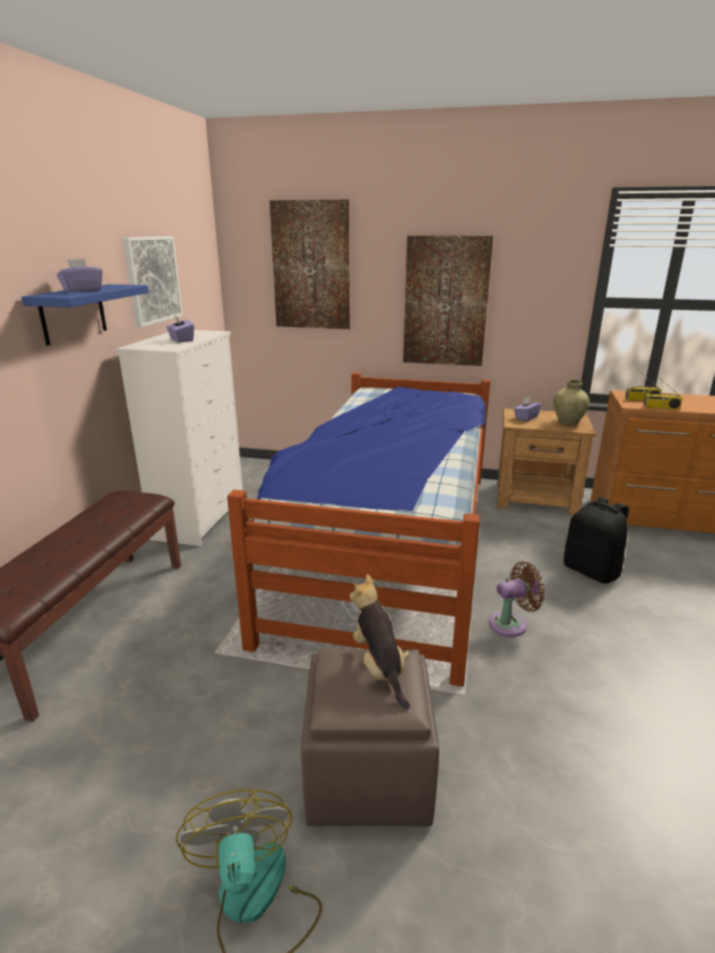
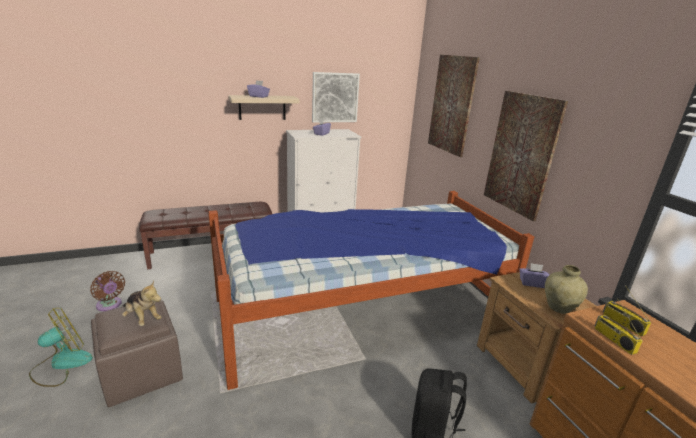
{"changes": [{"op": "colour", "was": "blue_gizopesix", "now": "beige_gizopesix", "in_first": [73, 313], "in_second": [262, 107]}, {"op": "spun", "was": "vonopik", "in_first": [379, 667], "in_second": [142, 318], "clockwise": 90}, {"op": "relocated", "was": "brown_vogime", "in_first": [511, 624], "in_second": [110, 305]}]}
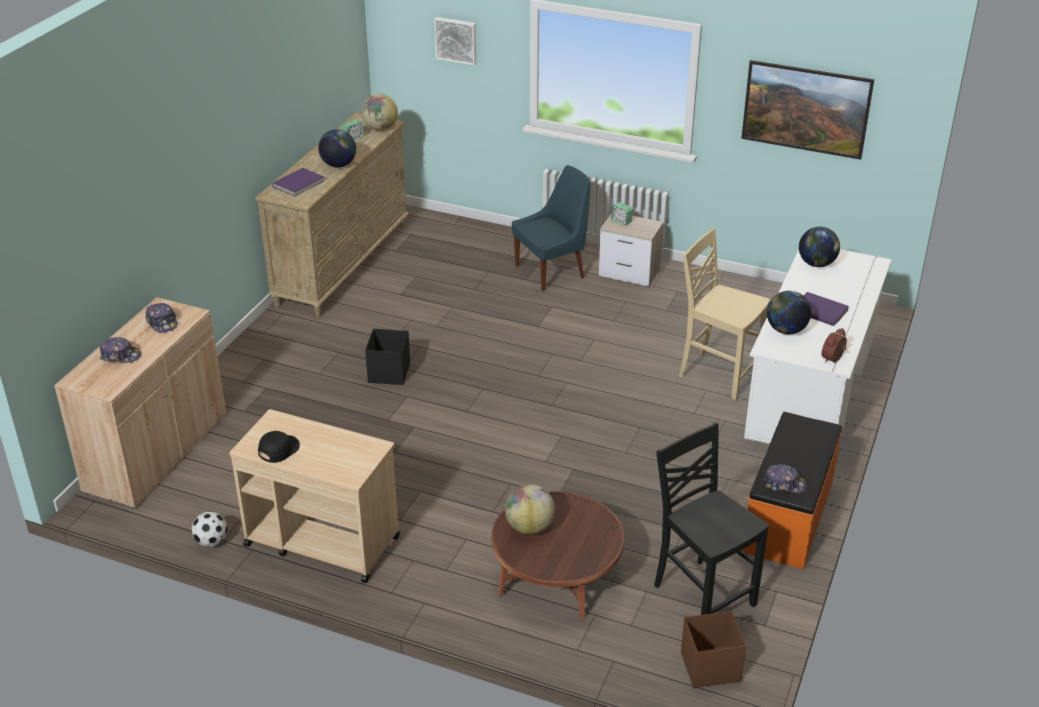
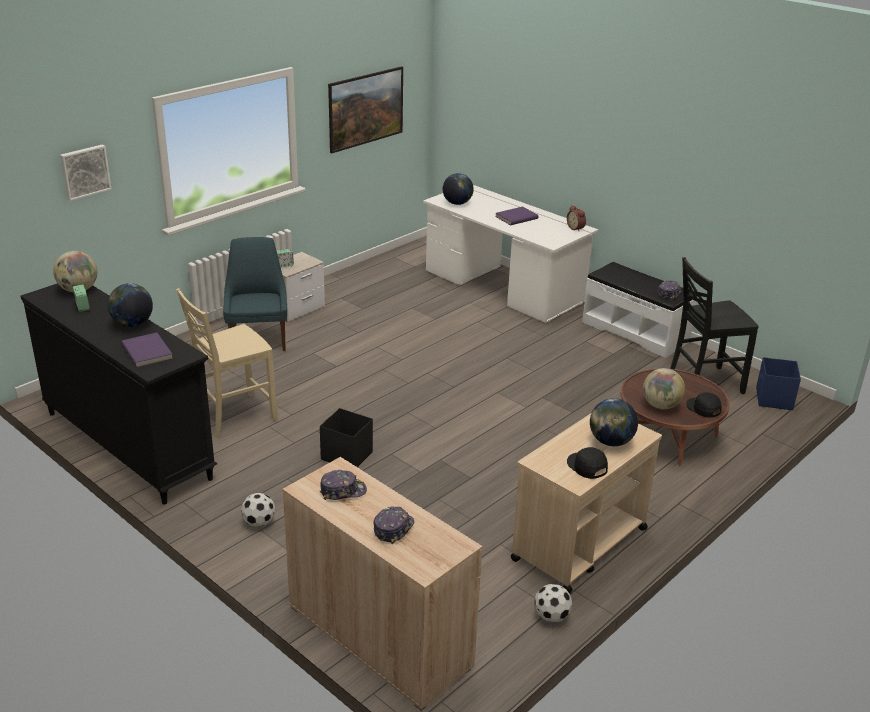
{"changes": [{"op": "colour", "was": "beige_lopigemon", "now": "black_lopigemon", "in_first": [343, 265], "in_second": [127, 444]}, {"op": "relocated", "was": "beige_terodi", "in_first": [717, 374], "in_second": [233, 416]}, {"op": "colour", "was": "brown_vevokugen", "now": "blue_vevokugen", "in_first": [709, 667], "in_second": [773, 399]}, {"op": "colour", "was": "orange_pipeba", "now": "white_pipeba", "in_first": [789, 516], "in_second": [635, 332]}, {"op": "relocated", "was": "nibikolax", "in_first": [786, 330], "in_second": [610, 442]}, {"op": "appeared", "now": "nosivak", "in_second": [258, 522]}, {"op": "appeared", "now": "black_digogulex", "in_second": [703, 408]}]}
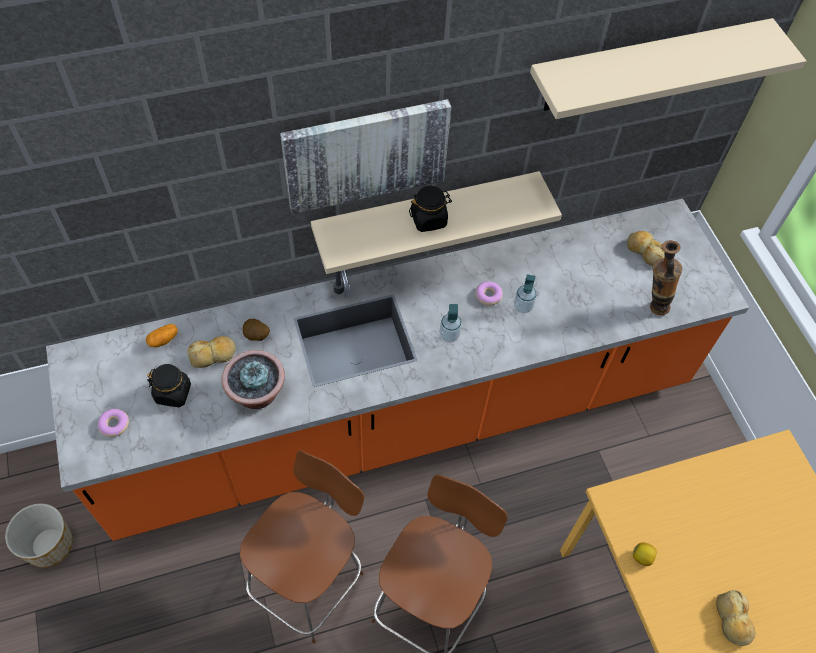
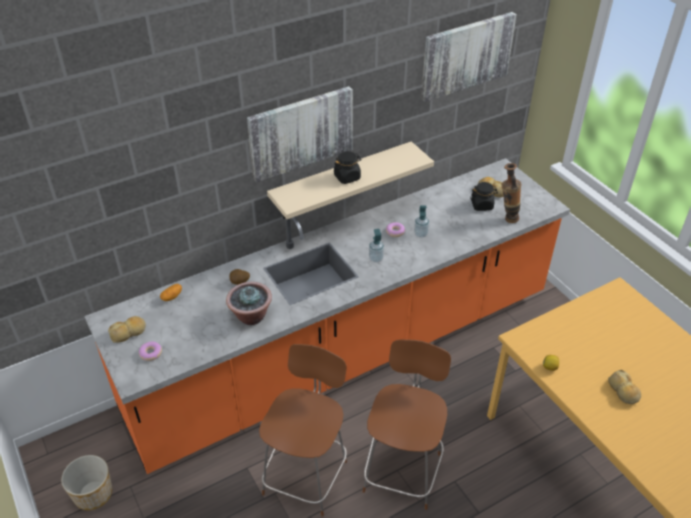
{"changes": [{"op": "relocated", "was": "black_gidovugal", "in_first": [173, 393], "in_second": [482, 205]}, {"op": "relocated", "was": "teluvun", "in_first": [213, 355], "in_second": [128, 333]}, {"op": "exchanged", "was": "beige_gizopesix", "now": "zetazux", "in_first": [646, 65], "in_second": [466, 55]}]}
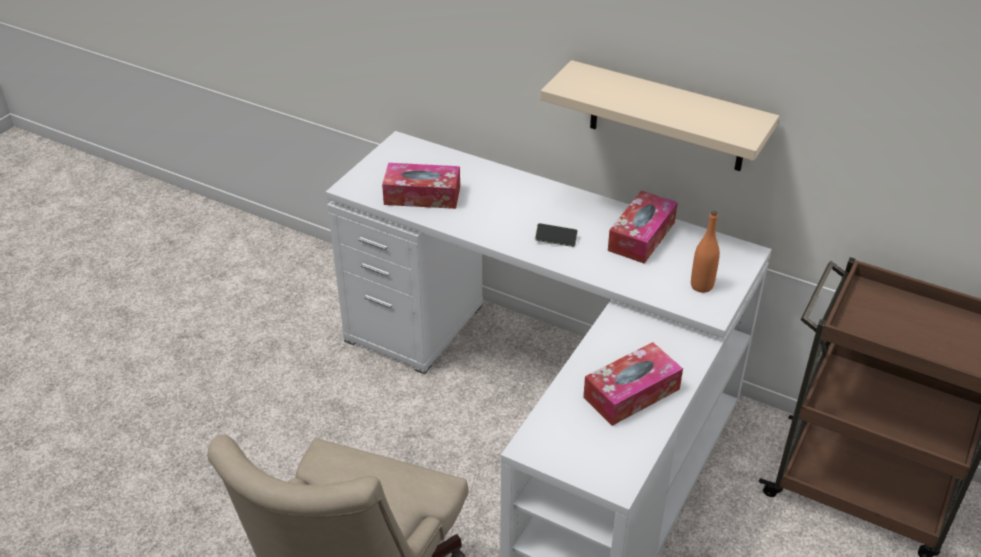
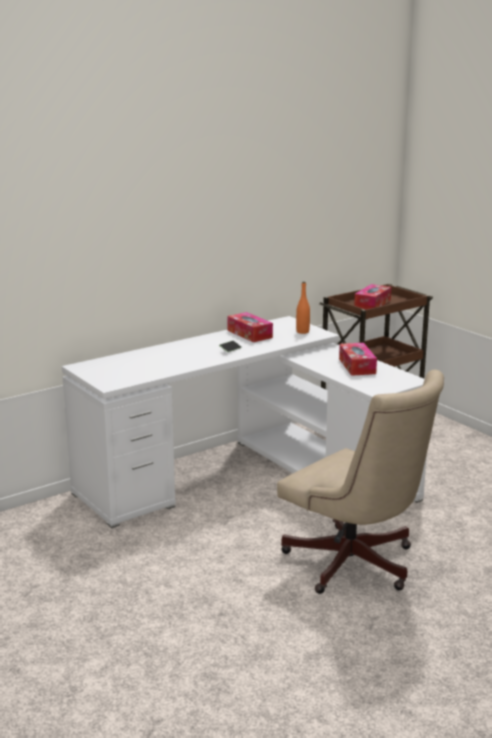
{"changes": [{"op": "relocated", "was": "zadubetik", "in_first": [422, 195], "in_second": [372, 304]}, {"op": "missing", "was": "beige_gizopesix", "in_first": [667, 117]}]}
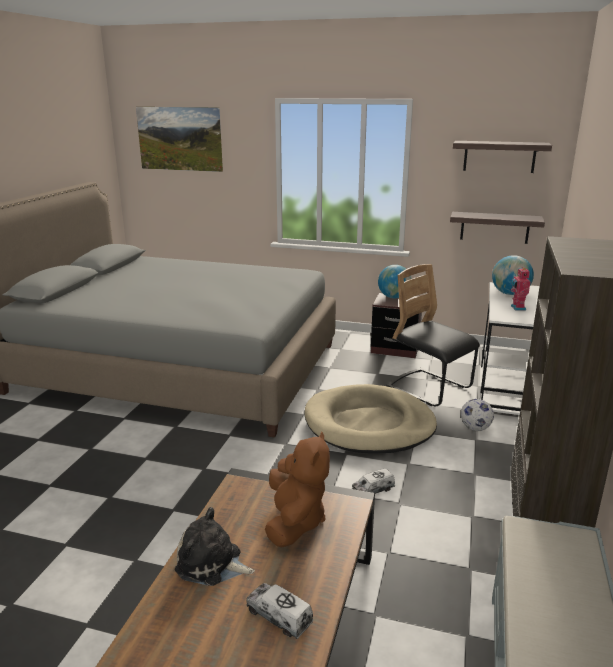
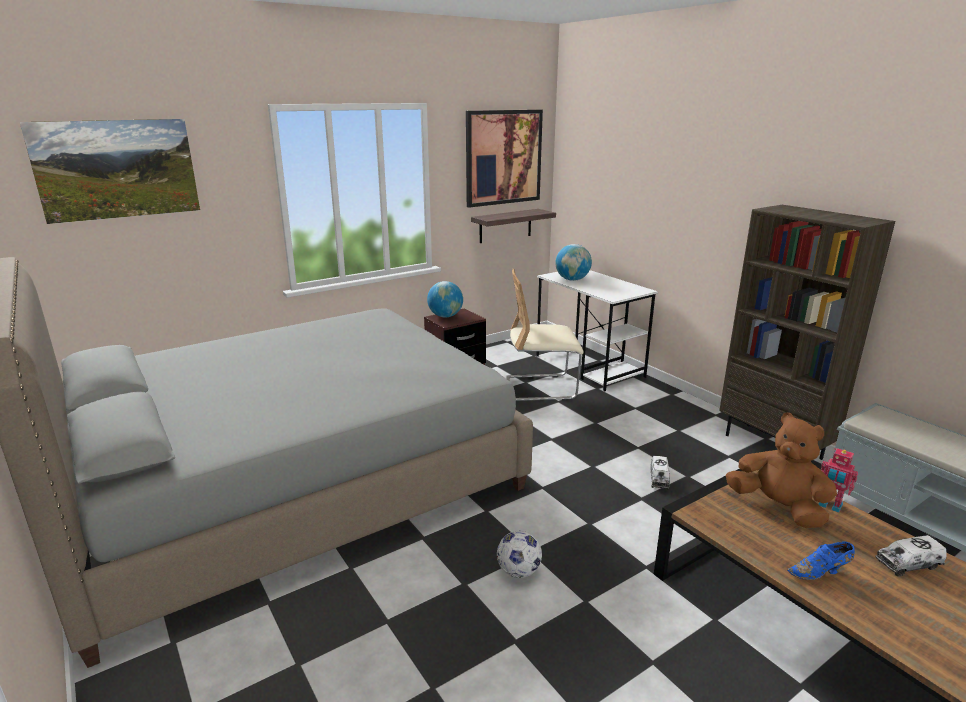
{"changes": [{"op": "exchanged", "was": "vonopik", "now": "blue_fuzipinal", "in_first": [212, 564], "in_second": [820, 572]}, {"op": "missing", "was": "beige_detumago", "in_first": [369, 424]}, {"op": "colour", "was": "black_terodi", "now": "beige_terodi", "in_first": [429, 388], "in_second": [540, 388]}, {"op": "exchanged", "was": "gizopesix", "now": "zetazux", "in_first": [499, 156], "in_second": [503, 157]}, {"op": "relocated", "was": "nosivak", "in_first": [475, 428], "in_second": [518, 571]}, {"op": "relocated", "was": "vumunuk", "in_first": [517, 308], "in_second": [830, 505]}]}
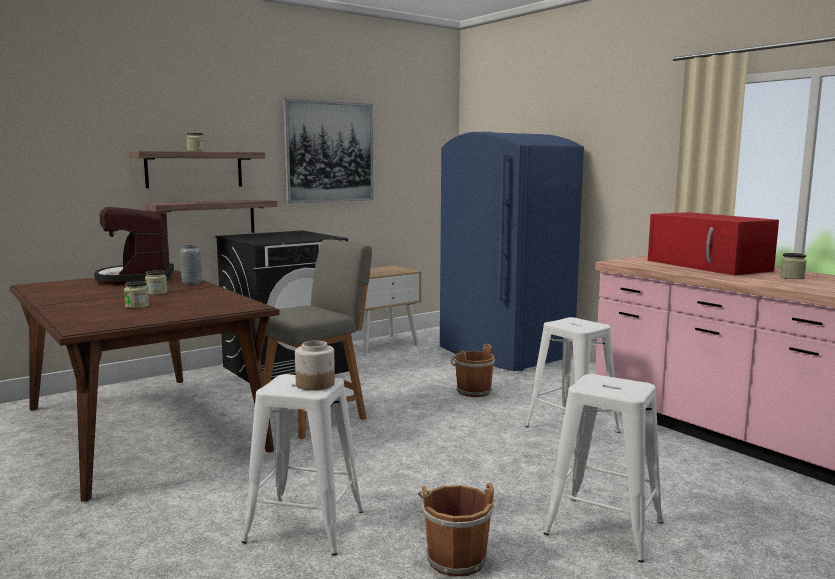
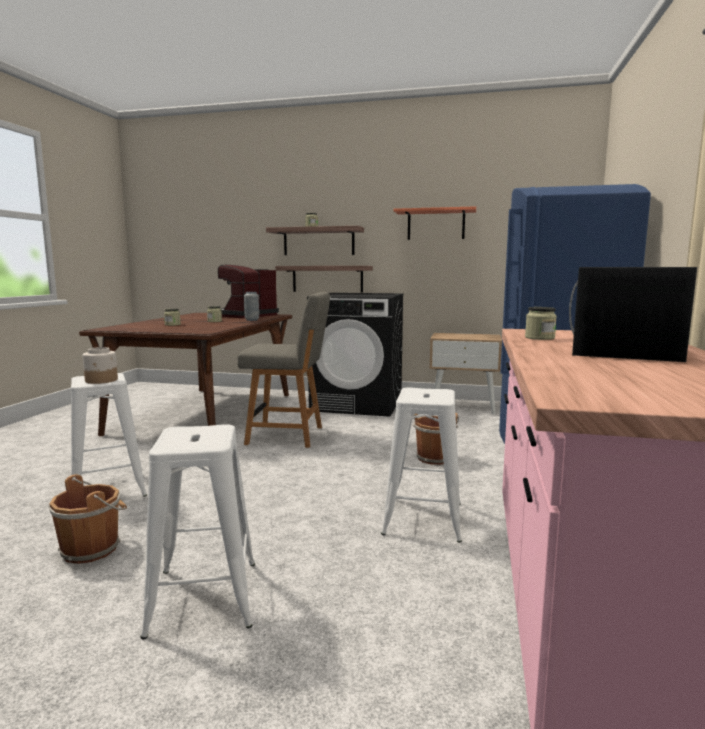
{"changes": [{"op": "exchanged", "was": "zetazux", "now": "gizopesix", "in_first": [329, 152], "in_second": [436, 225]}, {"op": "colour", "was": "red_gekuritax", "now": "black_gekuritax", "in_first": [709, 266], "in_second": [621, 345]}, {"op": "relocated", "was": "gidovugal", "in_first": [792, 277], "in_second": [539, 338]}]}
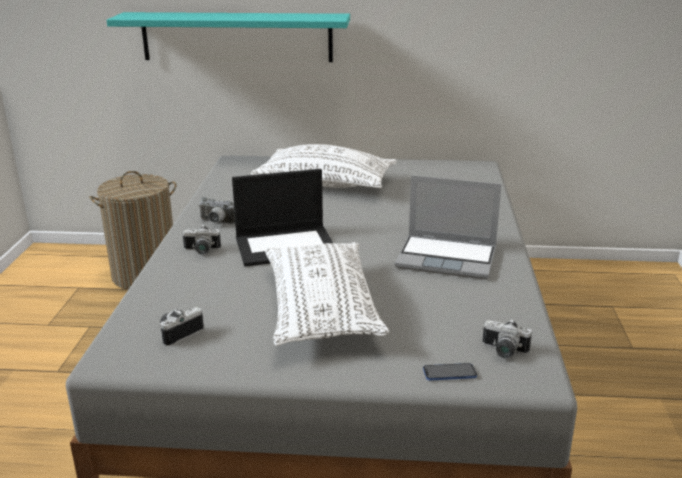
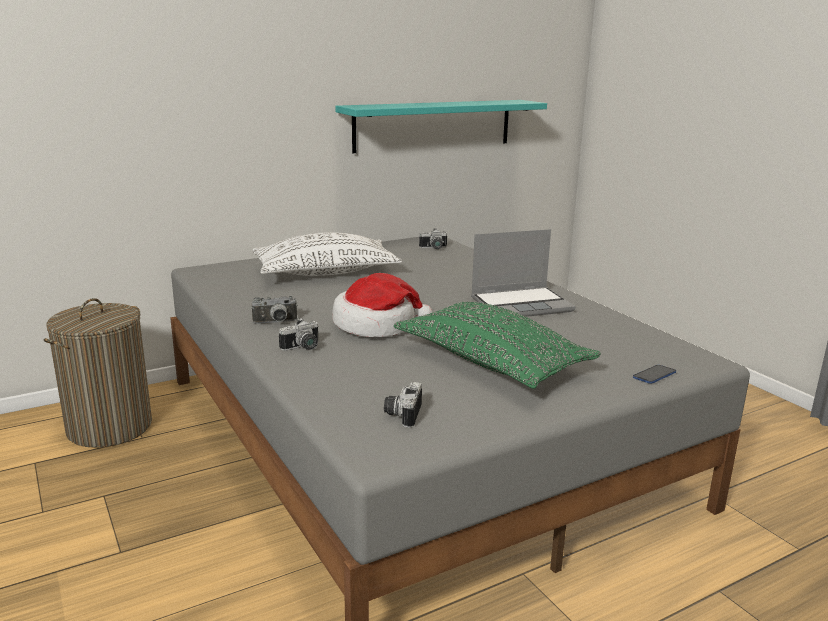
{"changes": [{"op": "relocated", "was": "turquoise_gizopesix", "in_first": [236, 37], "in_second": [434, 125]}, {"op": "exchanged", "was": "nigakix", "now": "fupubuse", "in_first": [286, 245], "in_second": [376, 325]}, {"op": "colour", "was": "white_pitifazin", "now": "green_pitifazin", "in_first": [321, 309], "in_second": [491, 362]}, {"op": "relocated", "was": "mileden", "in_first": [503, 351], "in_second": [434, 248]}]}
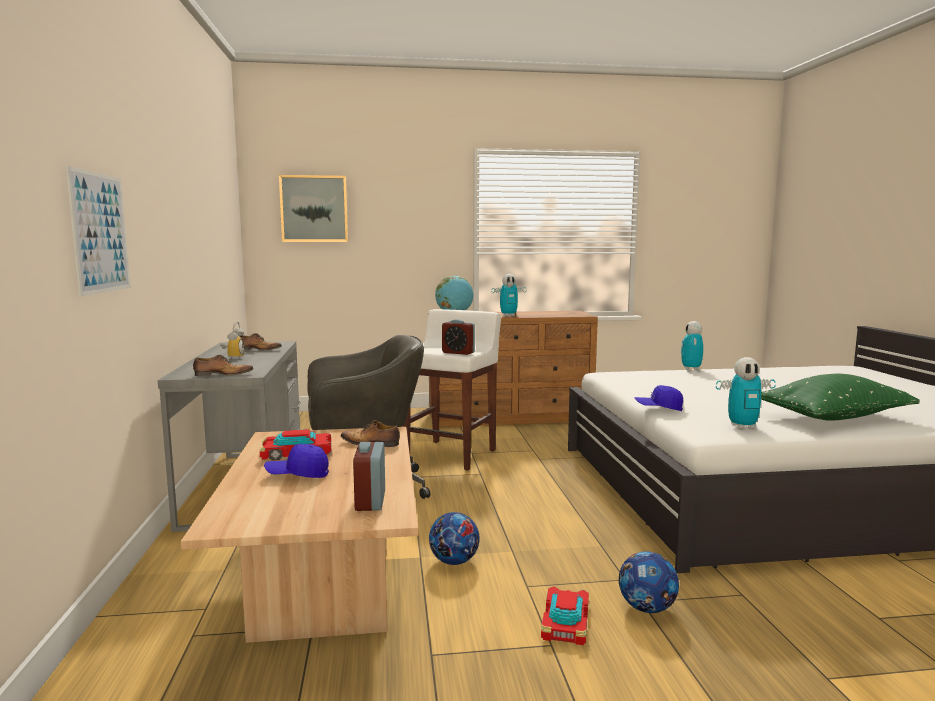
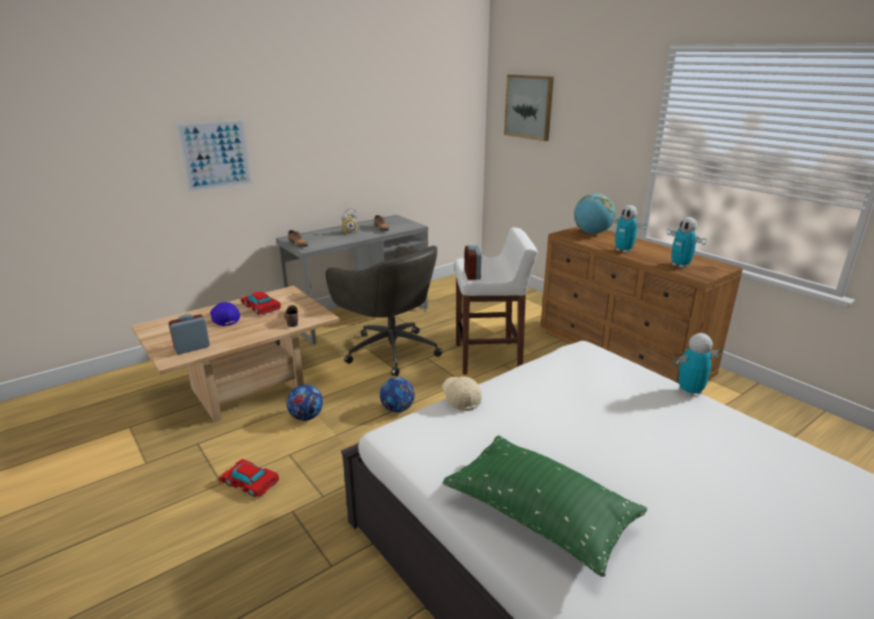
{"changes": [{"op": "spun", "was": "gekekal", "in_first": [566, 622], "in_second": [249, 482], "clockwise": 45}, {"op": "relocated", "was": "nosivak", "in_first": [647, 608], "in_second": [397, 409]}, {"op": "colour", "was": "blue_digogulex", "now": "beige_digogulex", "in_first": [658, 408], "in_second": [460, 398]}, {"op": "relocated", "was": "vumunuk", "in_first": [742, 427], "in_second": [680, 265]}]}
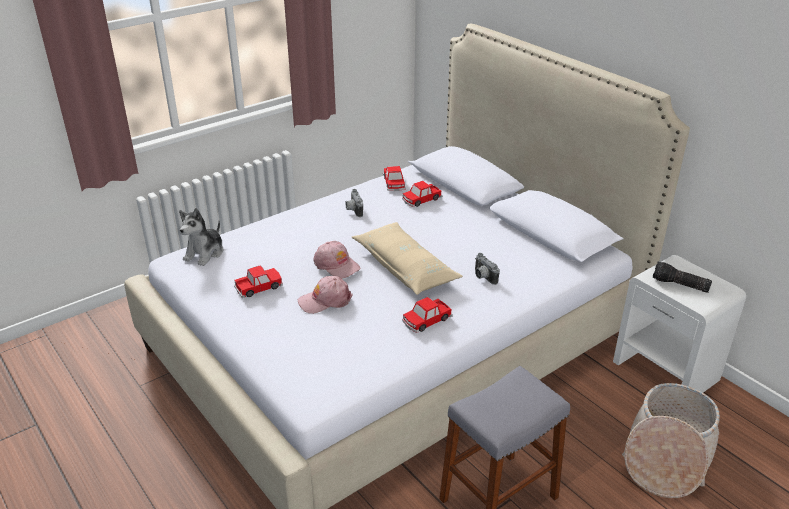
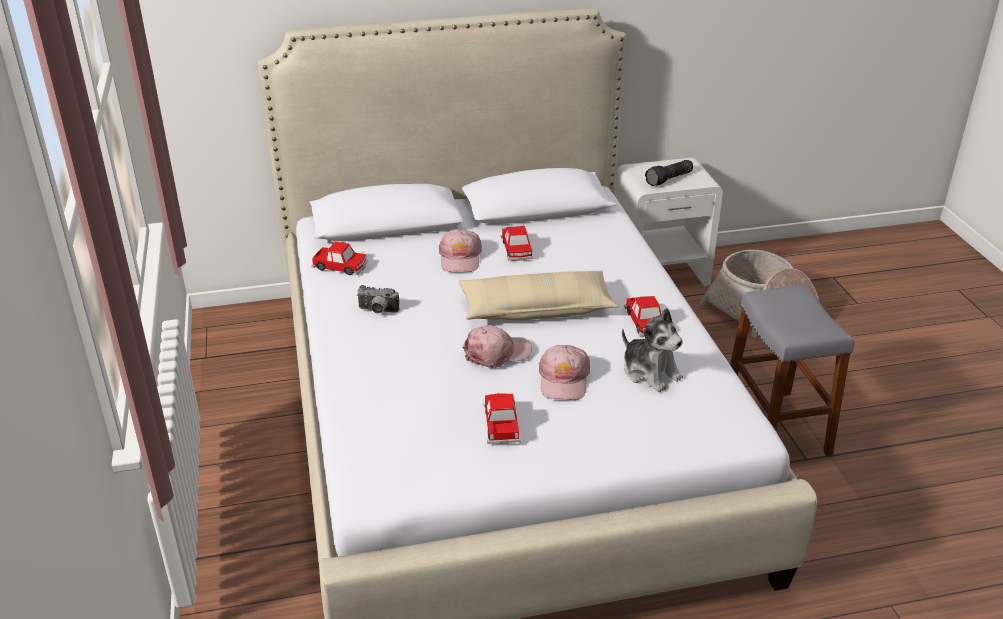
{"changes": [{"op": "relocated", "was": "vonopik", "in_first": [205, 253], "in_second": [650, 372]}, {"op": "relocated", "was": "gekekal", "in_first": [421, 199], "in_second": [516, 249]}, {"op": "missing", "was": "mileden", "in_first": [483, 277]}, {"op": "appeared", "now": "pink_digogulex", "in_second": [460, 258]}]}
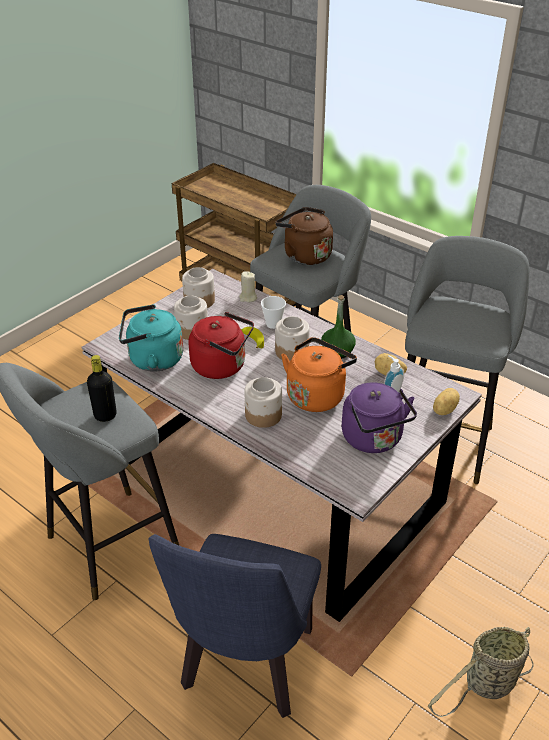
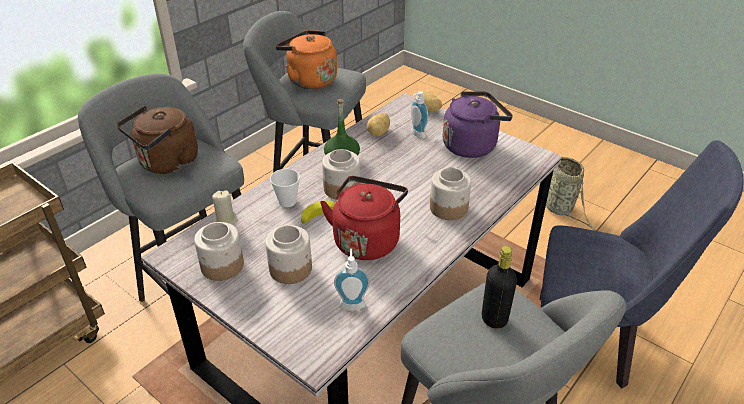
{"changes": [{"op": "exchanged", "was": "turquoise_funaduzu", "now": "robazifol", "in_first": [152, 360], "in_second": [352, 303]}, {"op": "relocated", "was": "orange_funaduzu", "in_first": [317, 395], "in_second": [309, 80]}]}
